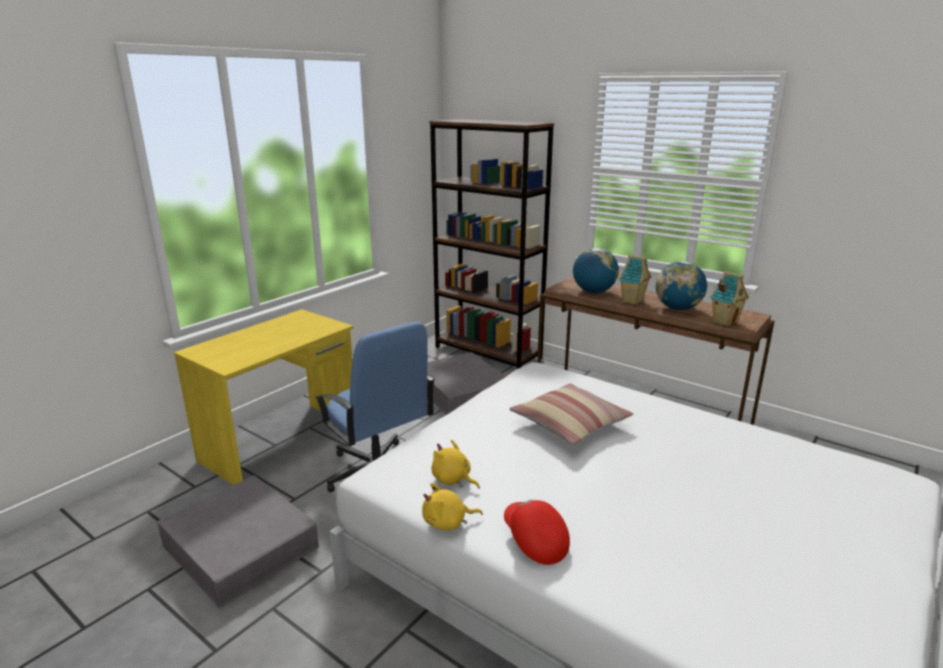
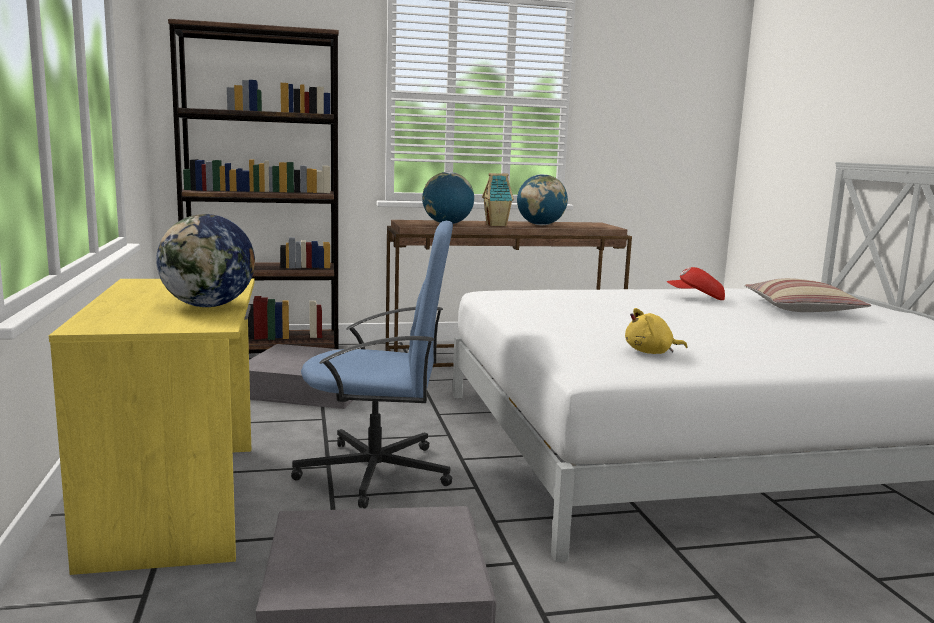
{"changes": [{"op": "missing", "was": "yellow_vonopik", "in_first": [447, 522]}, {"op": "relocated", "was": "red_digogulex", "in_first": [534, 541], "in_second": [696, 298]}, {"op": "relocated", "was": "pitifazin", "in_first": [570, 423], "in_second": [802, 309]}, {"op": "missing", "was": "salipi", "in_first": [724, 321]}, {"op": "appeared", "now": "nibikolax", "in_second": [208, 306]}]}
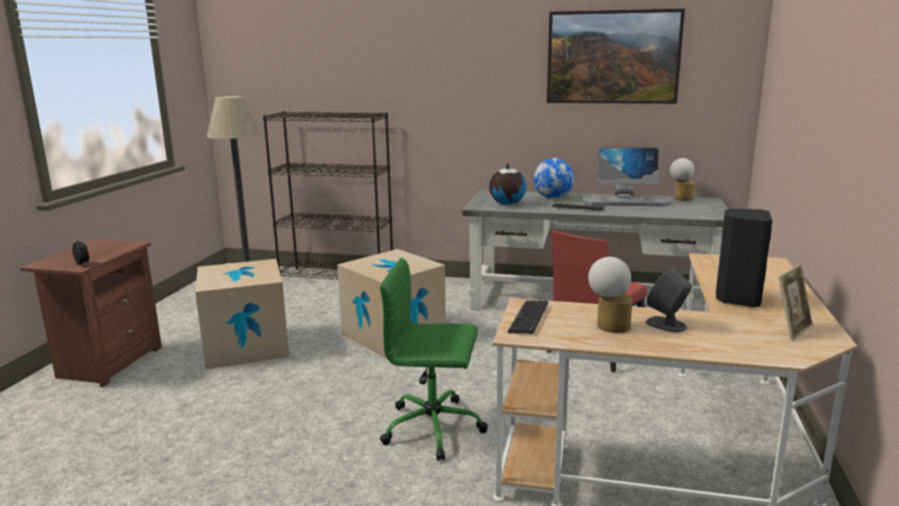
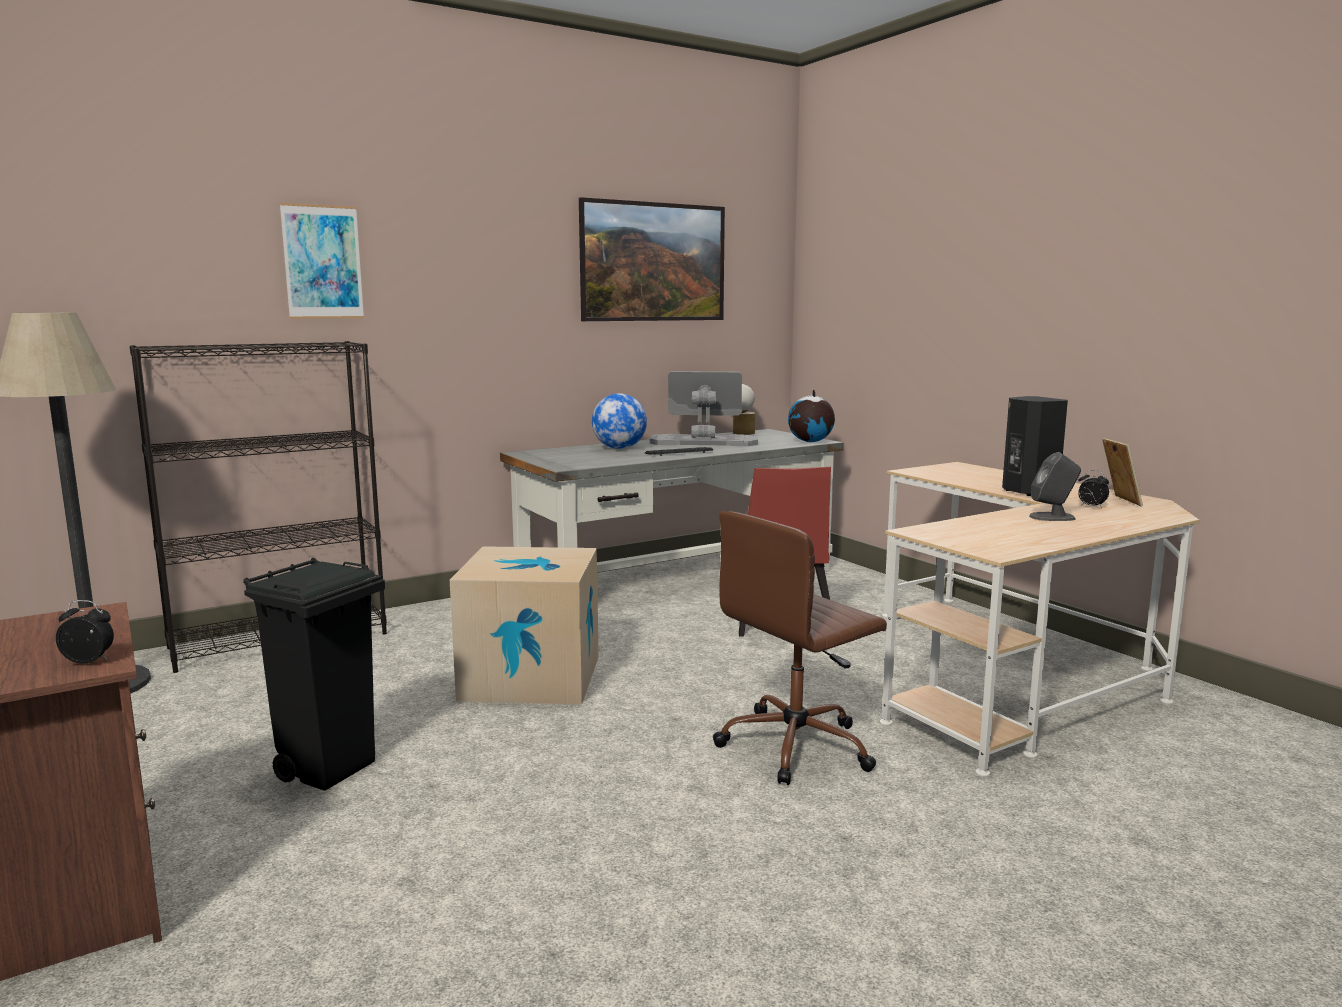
{"changes": [{"op": "exchanged", "was": "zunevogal", "now": "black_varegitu", "in_first": [246, 346], "in_second": [330, 769]}, {"op": "colour", "was": "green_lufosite", "now": "brown_lufosite", "in_first": [435, 428], "in_second": [797, 746]}, {"op": "relocated", "was": "nibikolax", "in_first": [507, 204], "in_second": [810, 441]}, {"op": "missing", "was": "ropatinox", "in_first": [529, 318]}, {"op": "spun", "was": "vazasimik", "in_first": [625, 202], "in_second": [703, 442], "clockwise": -135}, {"op": "missing", "was": "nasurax", "in_first": [608, 326]}, {"op": "appeared", "now": "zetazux", "in_second": [322, 262]}, {"op": "appeared", "now": "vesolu", "in_second": [1091, 507]}]}
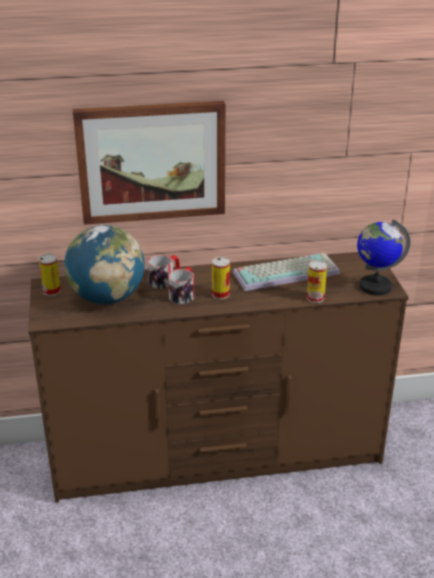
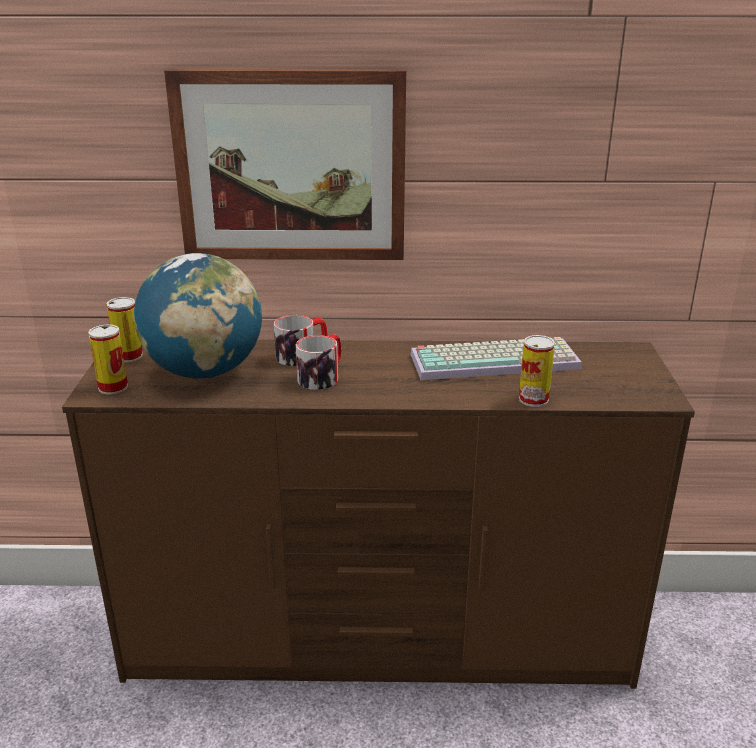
{"changes": [{"op": "relocated", "was": "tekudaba", "in_first": [220, 294], "in_second": [113, 387]}, {"op": "missing", "was": "nibikolax", "in_first": [375, 286]}]}
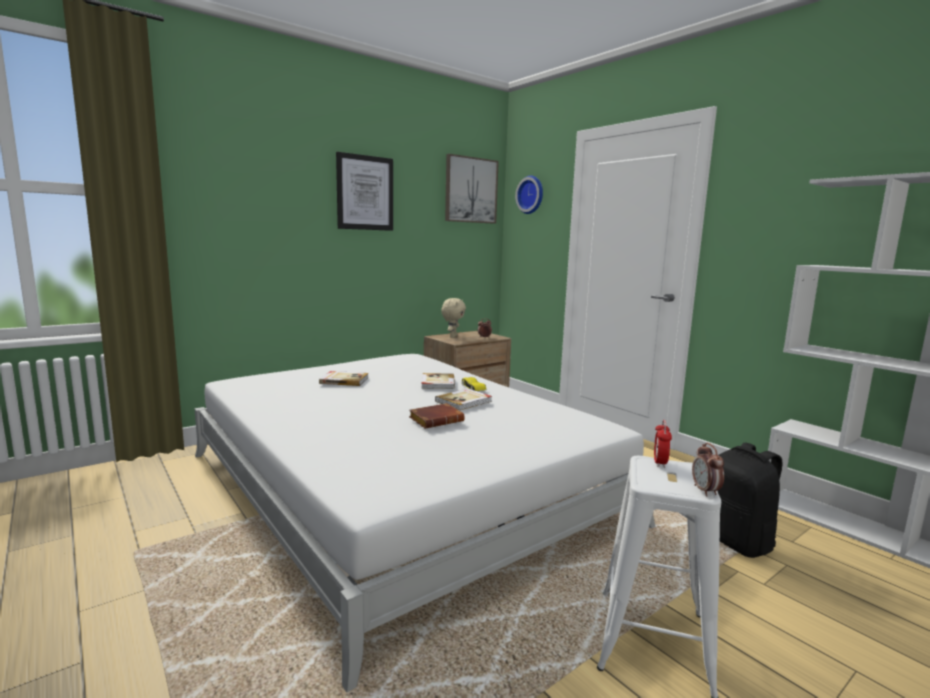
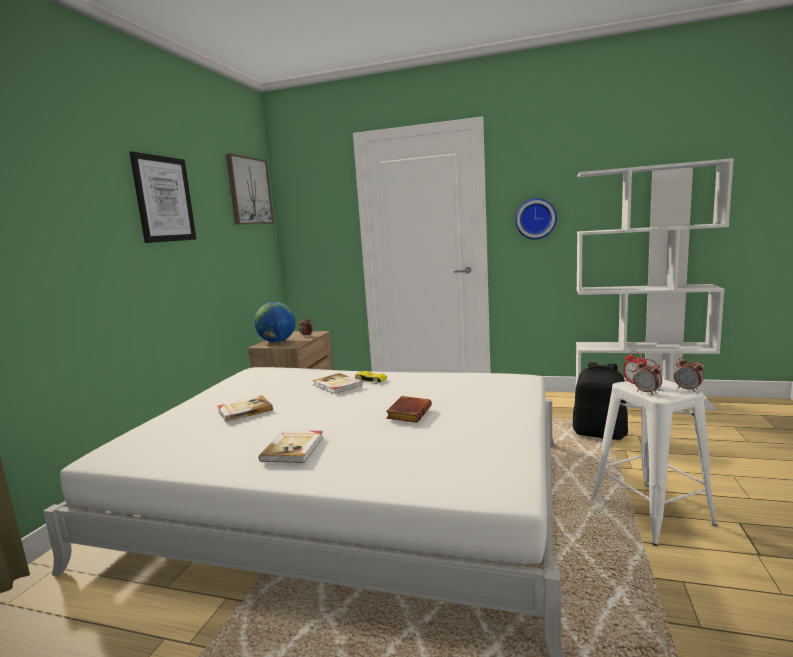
{"changes": [{"op": "relocated", "was": "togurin", "in_first": [464, 401], "in_second": [294, 448]}, {"op": "exchanged", "was": "beige_vonopik", "now": "nibikolax", "in_first": [452, 336], "in_second": [277, 341]}, {"op": "relocated", "was": "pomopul", "in_first": [531, 195], "in_second": [535, 218]}, {"op": "appeared", "now": "vesolu", "in_second": [647, 392]}]}
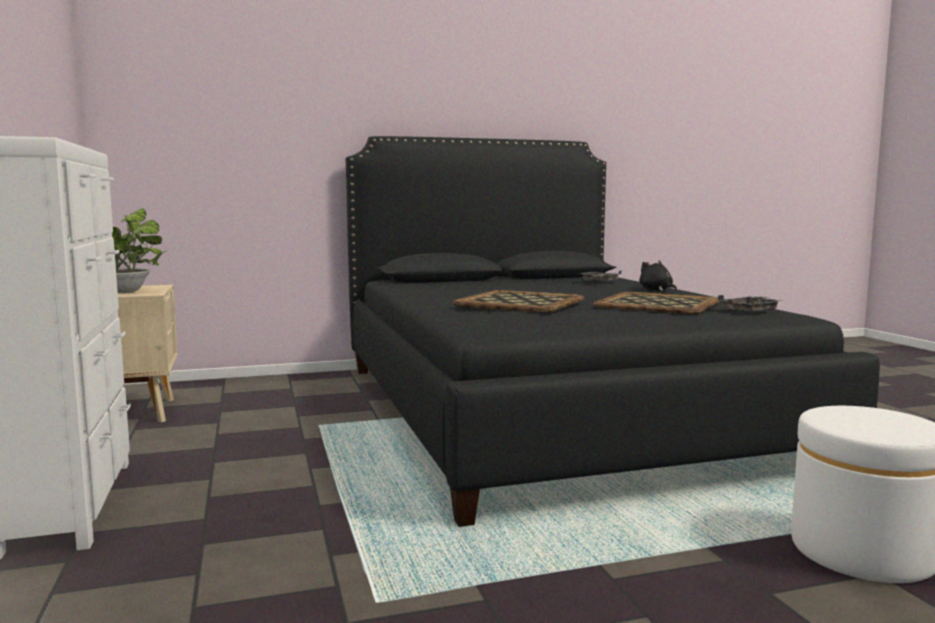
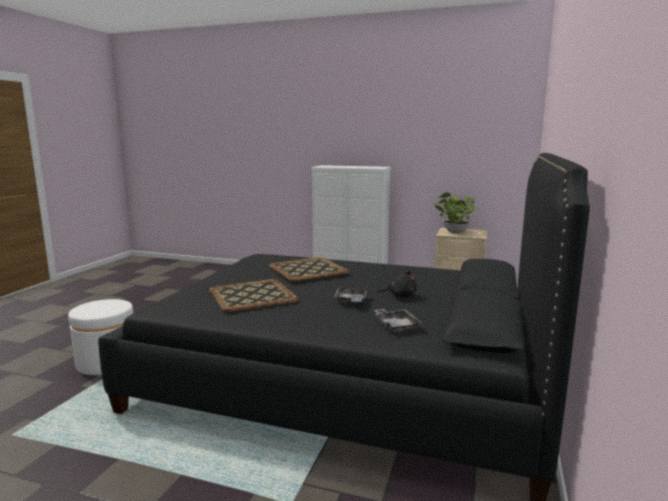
{"changes": [{"op": "relocated", "was": "black_vonopik", "in_first": [656, 290], "in_second": [400, 296]}, {"op": "relocated", "was": "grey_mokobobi", "in_first": [751, 311], "in_second": [350, 301]}]}
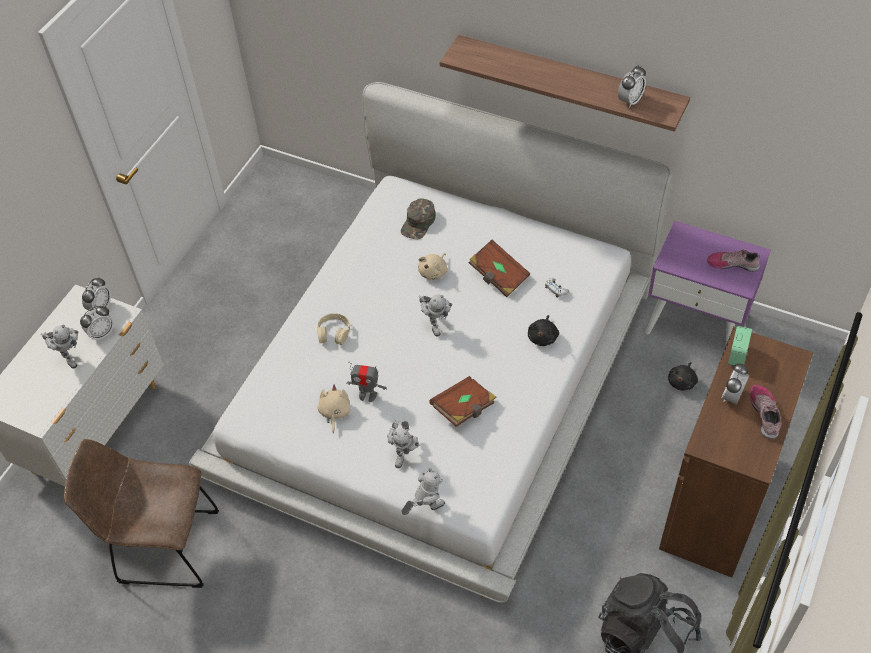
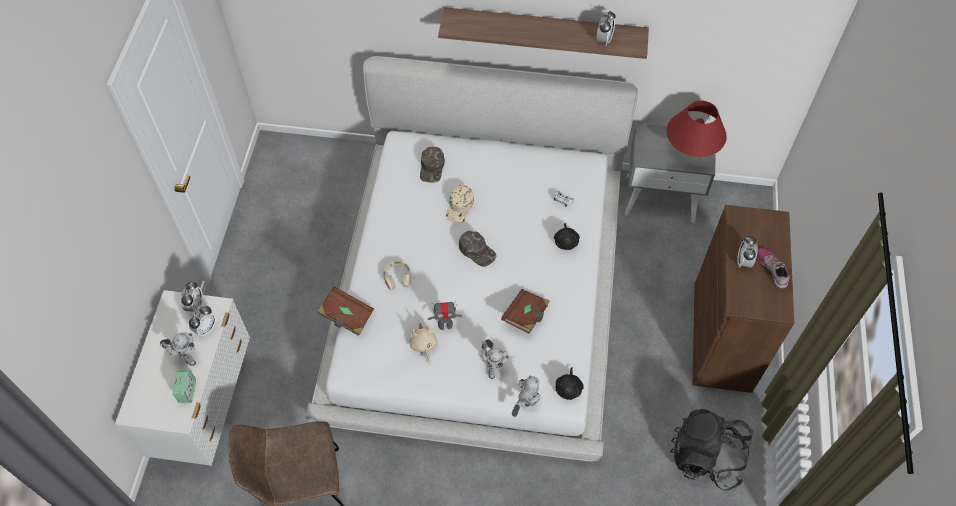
{"changes": [{"op": "exchanged", "was": "beige_vonopik", "now": "beige_digogulex", "in_first": [434, 272], "in_second": [460, 207]}, {"op": "exchanged", "was": "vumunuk", "now": "green_digogulex", "in_first": [435, 323], "in_second": [477, 251]}, {"op": "relocated", "was": "brown_togurin", "in_first": [498, 276], "in_second": [346, 316]}, {"op": "colour", "was": "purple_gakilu", "now": "grey_gakilu", "in_first": [697, 323], "in_second": [661, 198]}, {"op": "relocated", "was": "black_vonopik", "in_first": [682, 381], "in_second": [568, 388]}, {"op": "exchanged", "was": "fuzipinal", "now": "red_nasurax", "in_first": [733, 264], "in_second": [691, 149]}, {"op": "relocated", "was": "vesolu", "in_first": [737, 355], "in_second": [187, 391]}]}
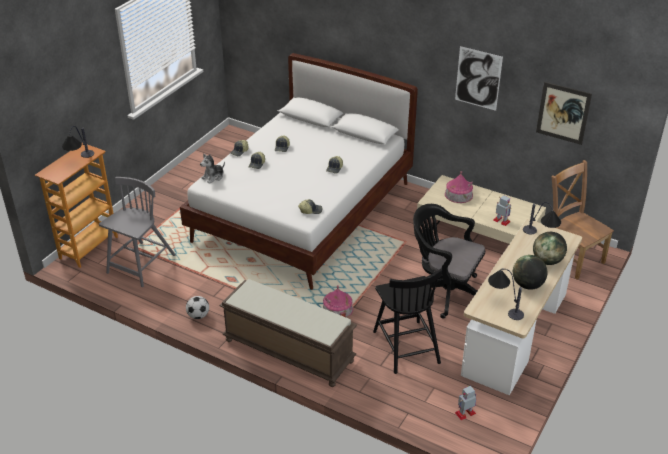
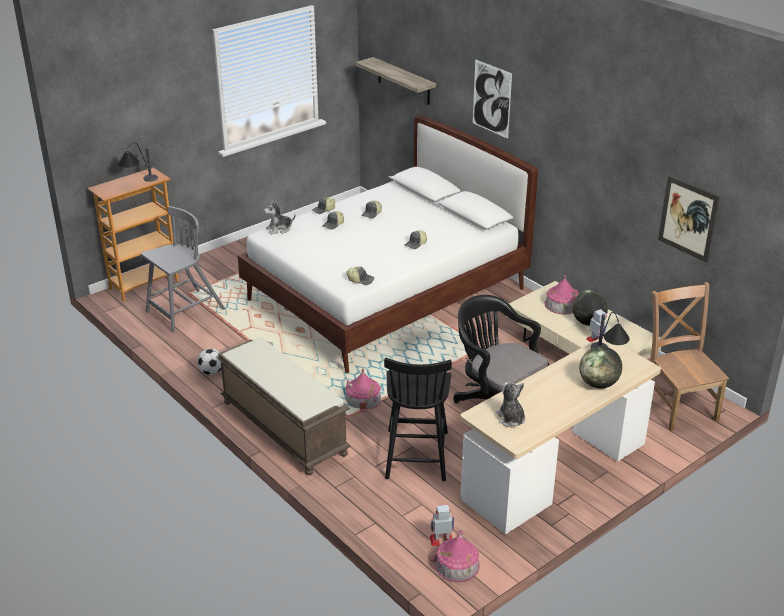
{"changes": [{"op": "relocated", "was": "zetazux", "in_first": [478, 78], "in_second": [491, 99]}, {"op": "exchanged", "was": "nasurax", "now": "vonopik", "in_first": [503, 306], "in_second": [511, 419]}, {"op": "relocated", "was": "nibikolax", "in_first": [527, 285], "in_second": [588, 322]}, {"op": "appeared", "now": "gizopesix", "in_second": [403, 81]}, {"op": "appeared", "now": "salipi", "in_second": [457, 565]}]}
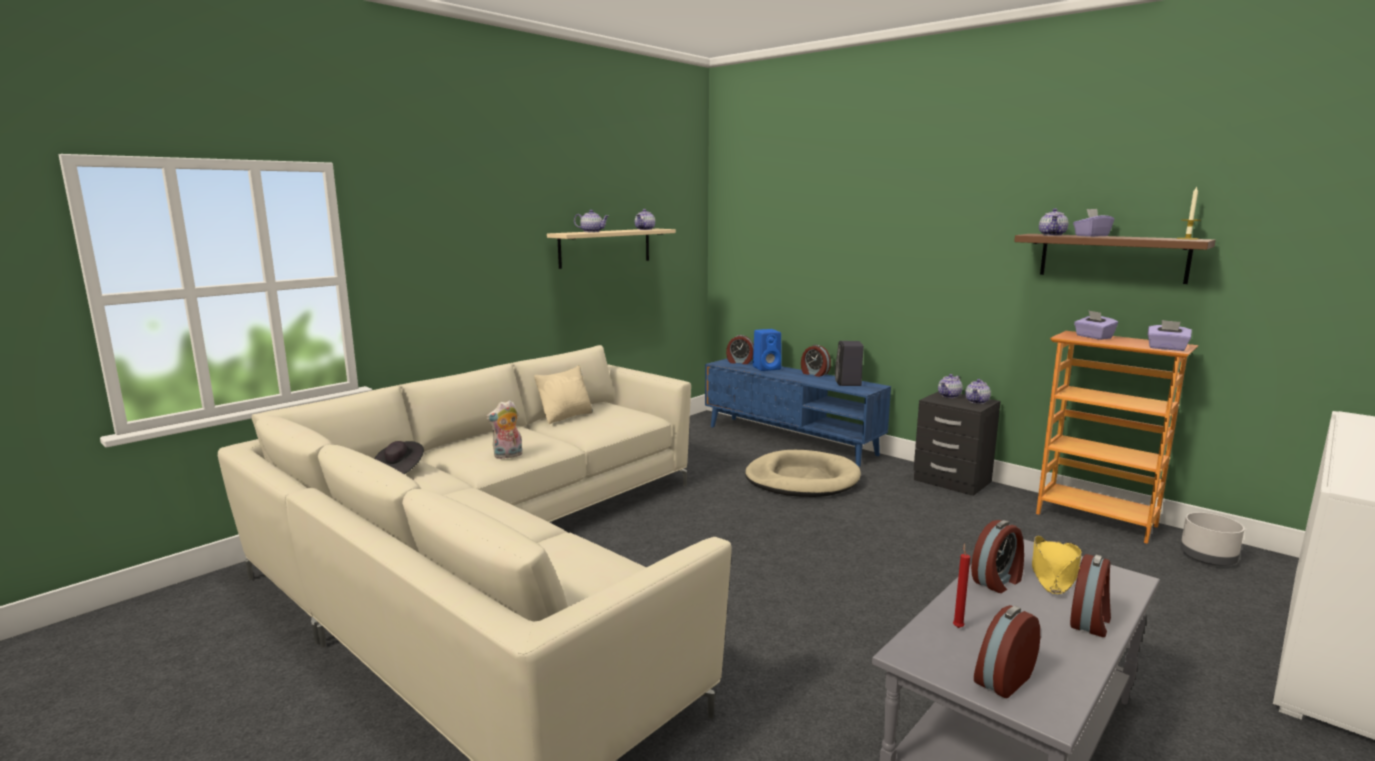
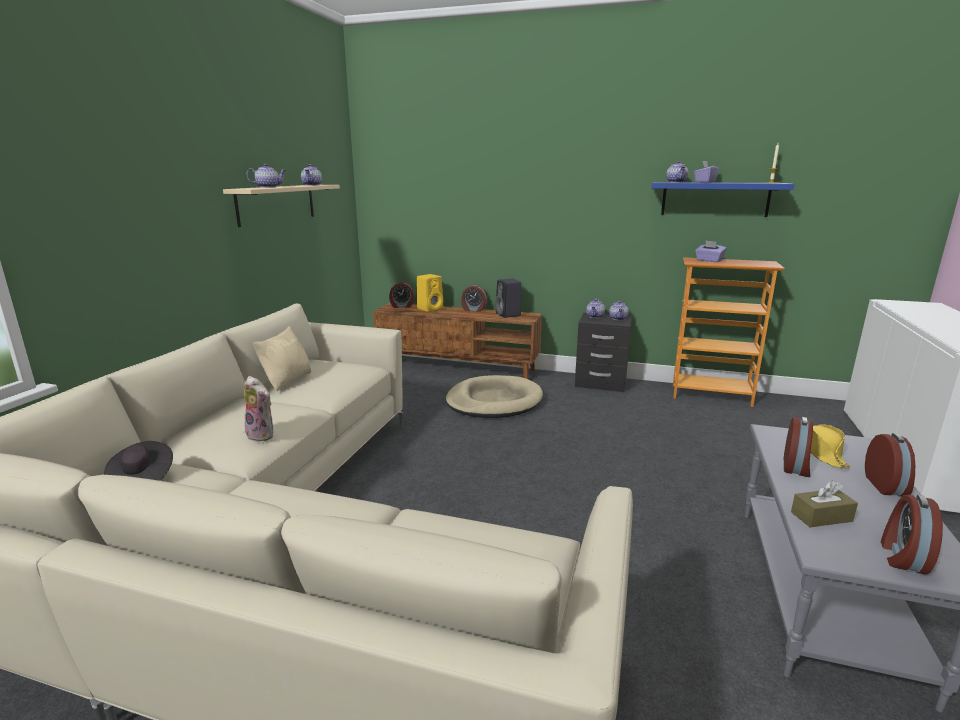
{"changes": [{"op": "spun", "was": "vonopik", "in_first": [507, 456], "in_second": [263, 435], "clockwise": -90}, {"op": "colour", "was": "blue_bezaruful", "now": "brown_bezaruful", "in_first": [791, 440], "in_second": [458, 368]}, {"op": "colour", "was": "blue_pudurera", "now": "yellow_pudurera", "in_first": [767, 368], "in_second": [430, 309]}, {"op": "exchanged", "was": "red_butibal", "now": "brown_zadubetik", "in_first": [957, 626], "in_second": [821, 517]}, {"op": "colour", "was": "brown_gizopesix", "now": "blue_gizopesix", "in_first": [1112, 257], "in_second": [715, 199]}, {"op": "missing", "was": "purple_zadubetik", "in_first": [1166, 348]}, {"op": "missing", "was": "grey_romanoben", "in_first": [1207, 557]}]}
